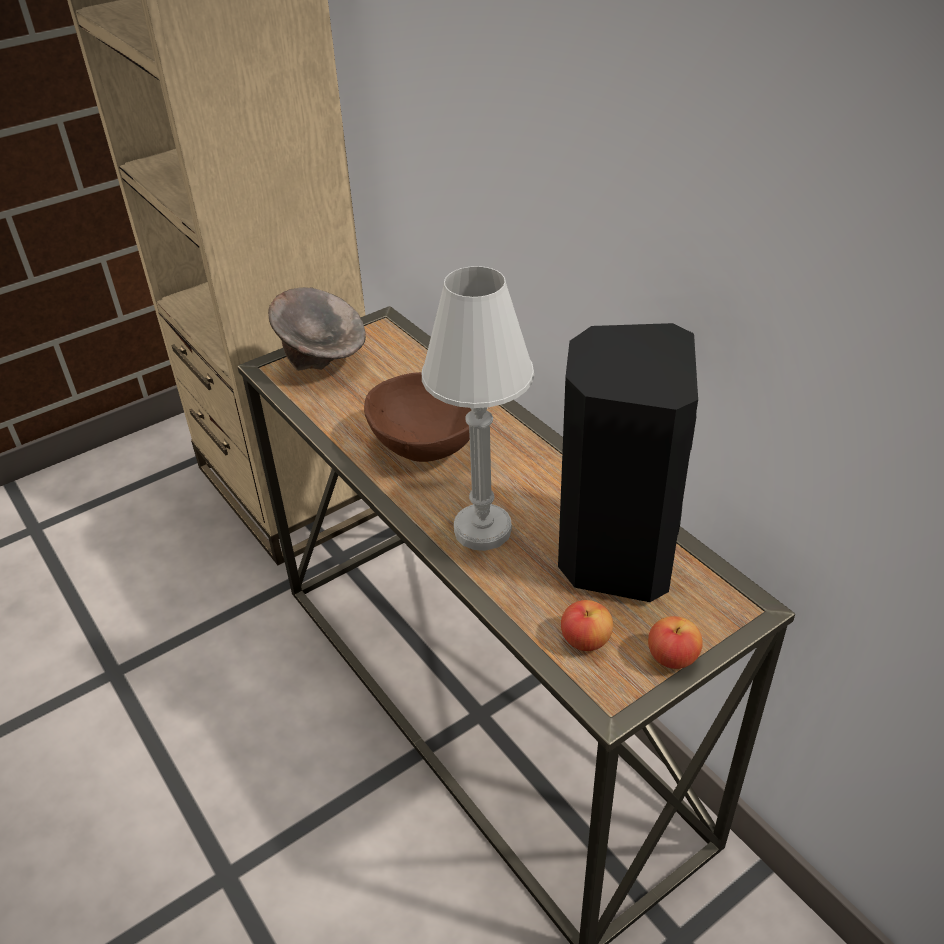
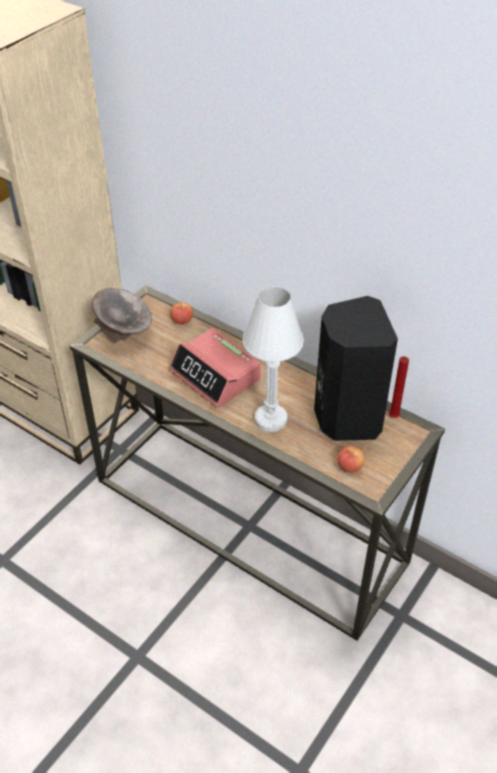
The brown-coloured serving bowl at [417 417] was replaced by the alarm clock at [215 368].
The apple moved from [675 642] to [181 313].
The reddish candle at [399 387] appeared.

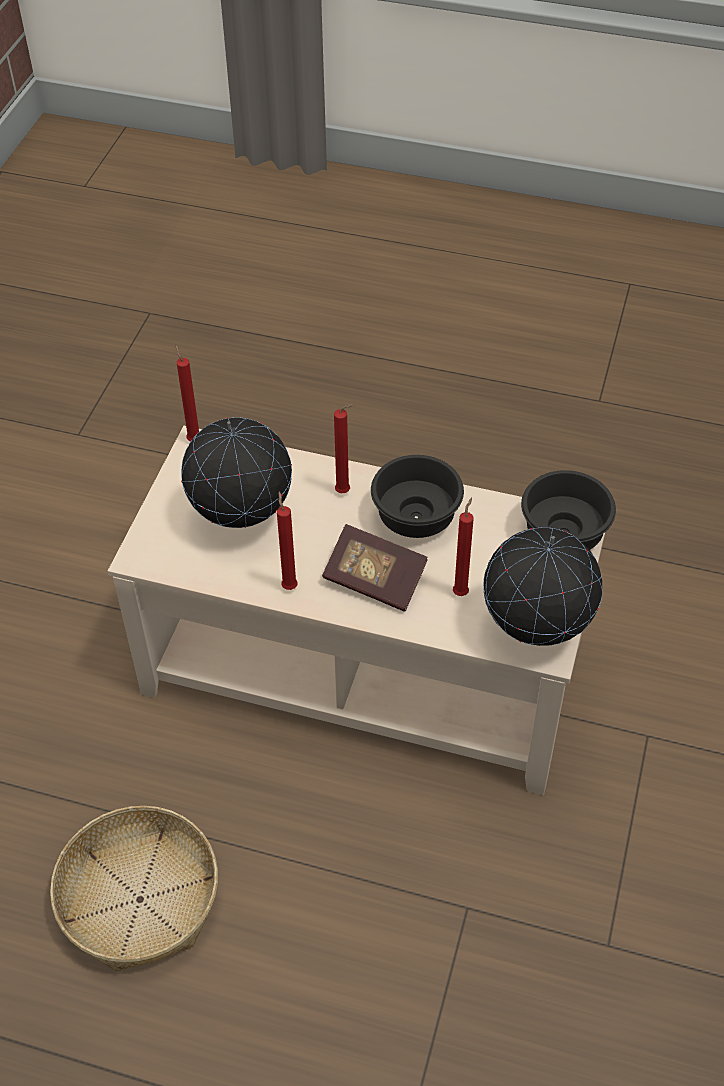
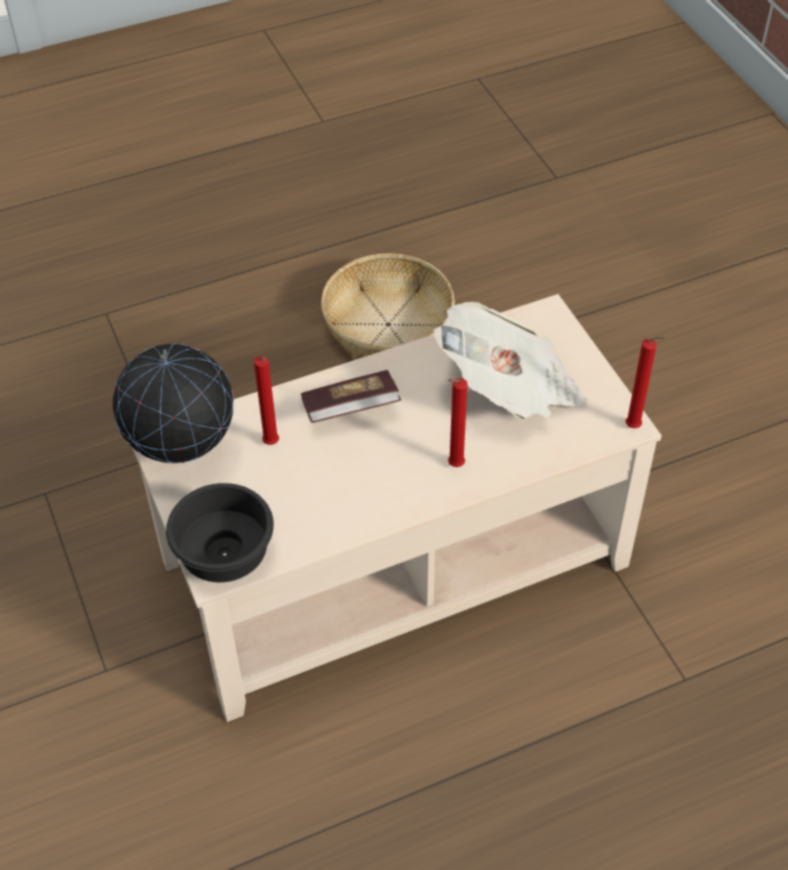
The world globe at [236 472] was replaced by the printed paper at [510 360].
The reddish candle at [287 540] disappeared.
The black serving bowl at [417 496] disappeared.

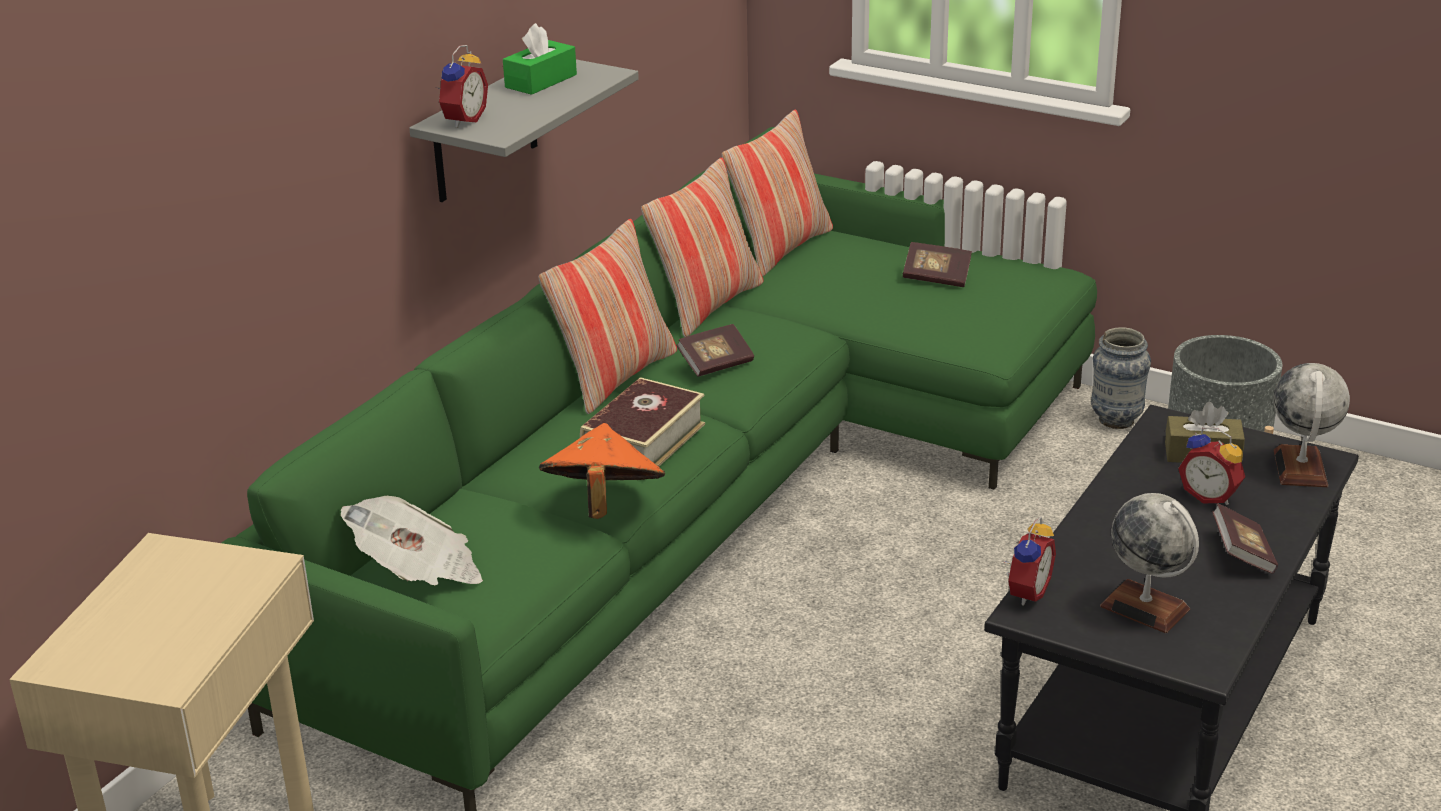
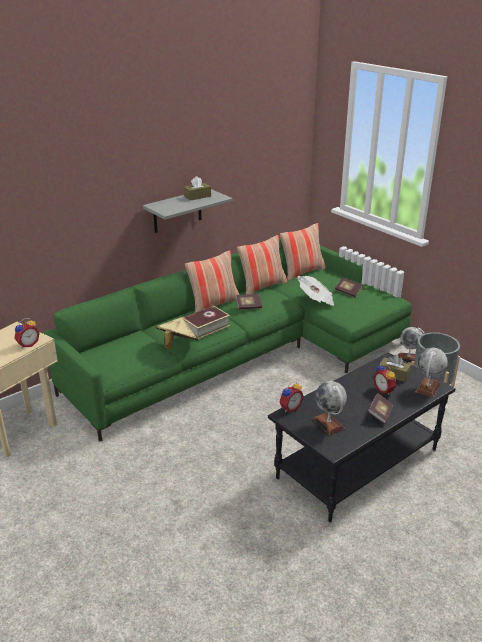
The printed paper moved from [412 541] to [315 291].
The alarm clock moved from [462 86] to [27 333].
The greenish tissue holder at [540 59] became the brown-coloured tissue holder at [197 188].
The orange clothing hat at [602 471] became the beige-coloured clothing hat at [177 333].
The vase at [1121 378] was replaced by the world globe at [411 345].

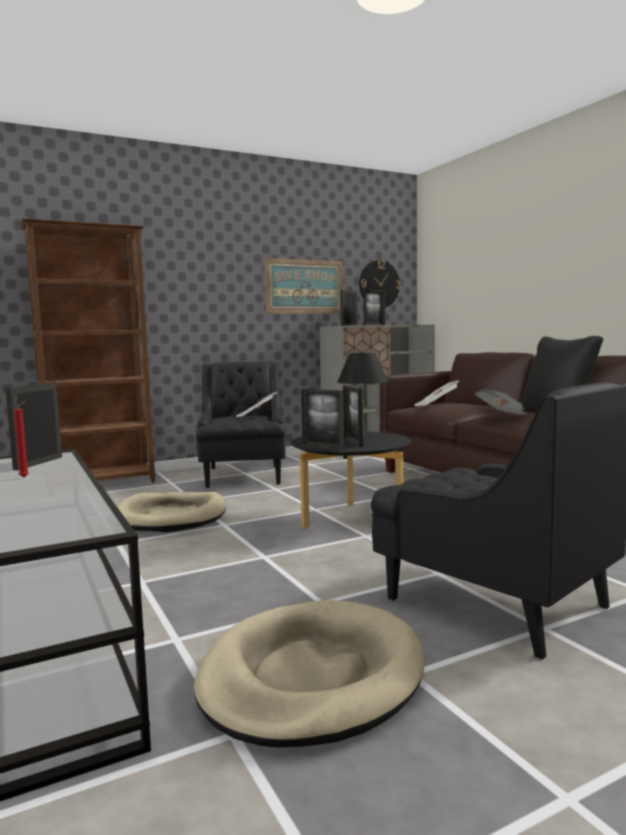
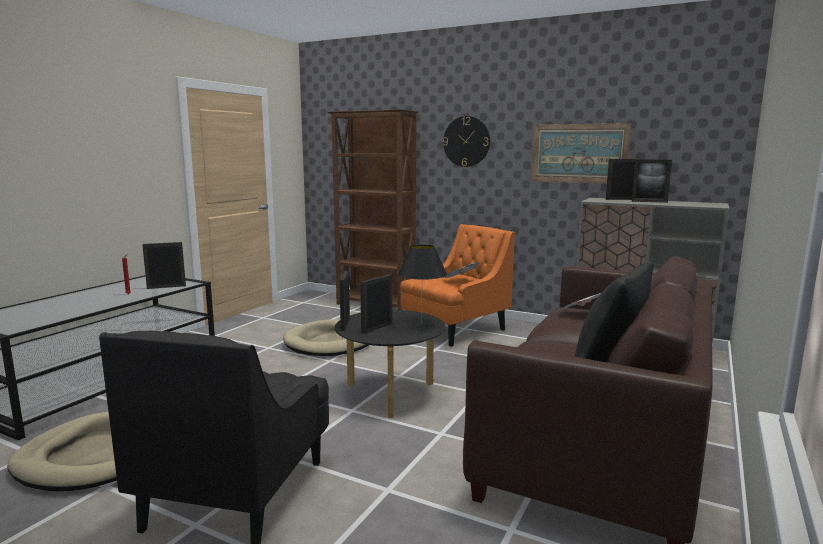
The black lounge chair at [241 424] became the orange lounge chair at [457 285].
The wall clock moved from [379 284] to [466 141].
The printed paper at [500 401] disappeared.

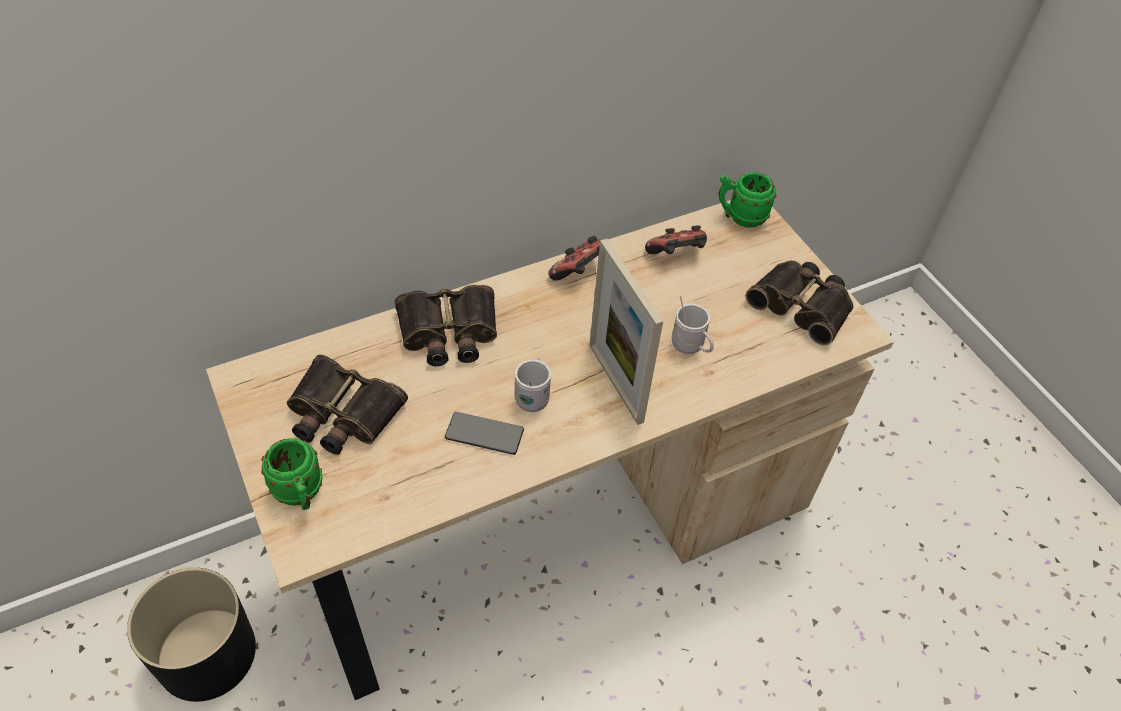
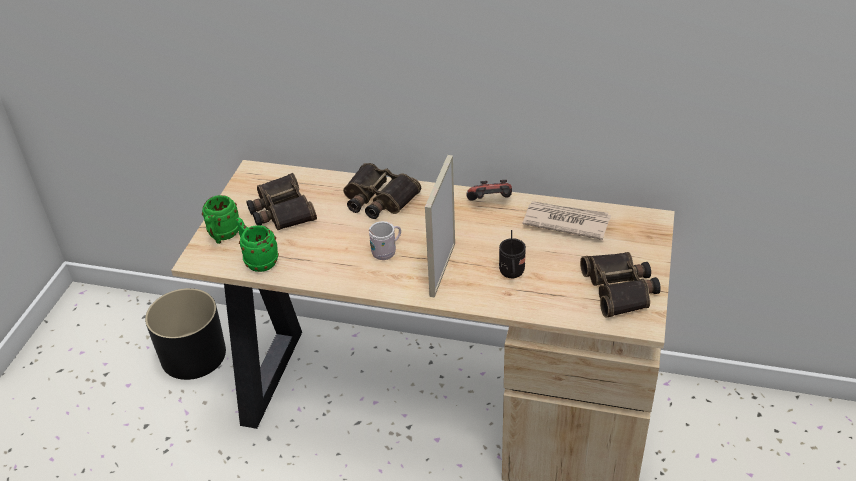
The handset at [484 433] disappeared.
The gamepad at [676 239] was replaced by the printed paper at [567 220].
The white mug at [693 325] became the black mug at [512 254].
The greenish mug moved from [747 200] to [257 245].

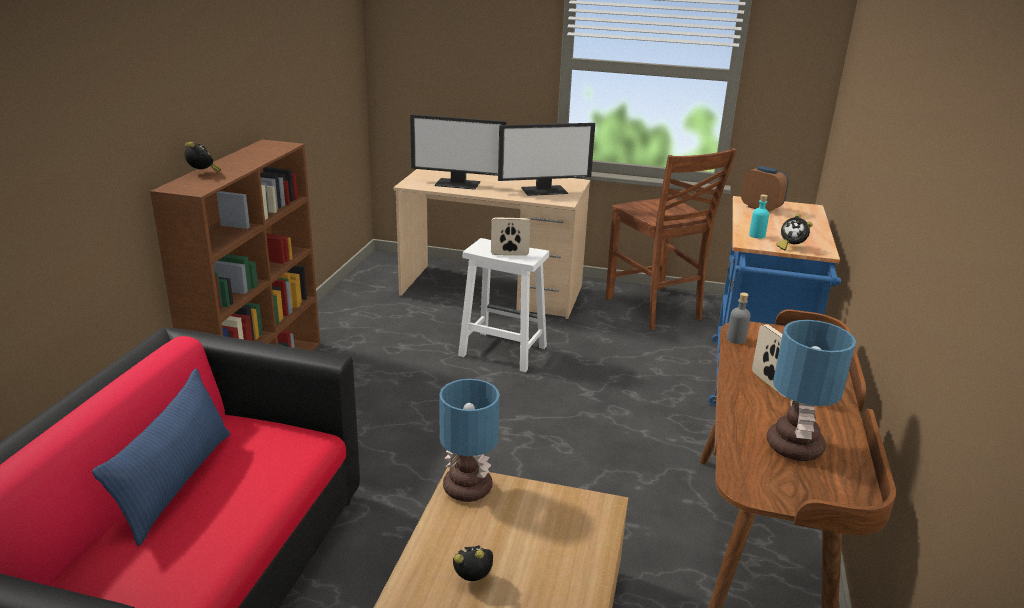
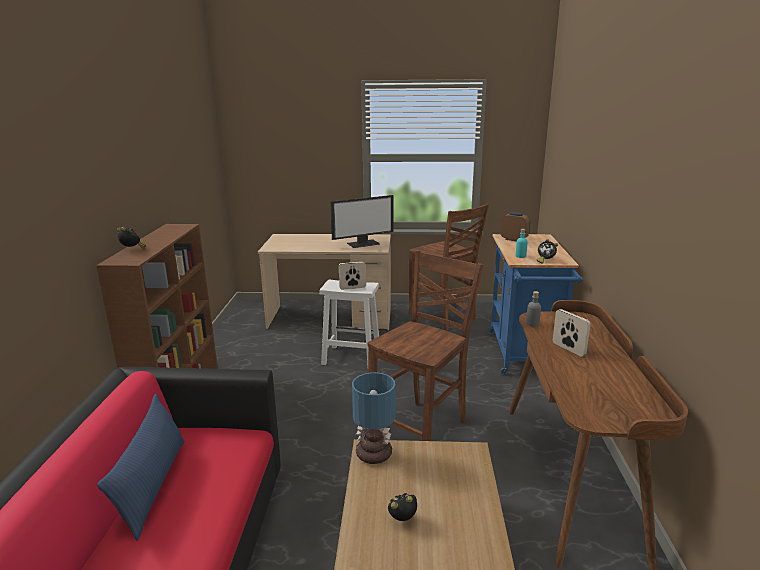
The computer display at [458 152] disappeared.
The tabletop lamp at [811 390] disappeared.
The brown-coloured plain chair at [425 345] appeared.

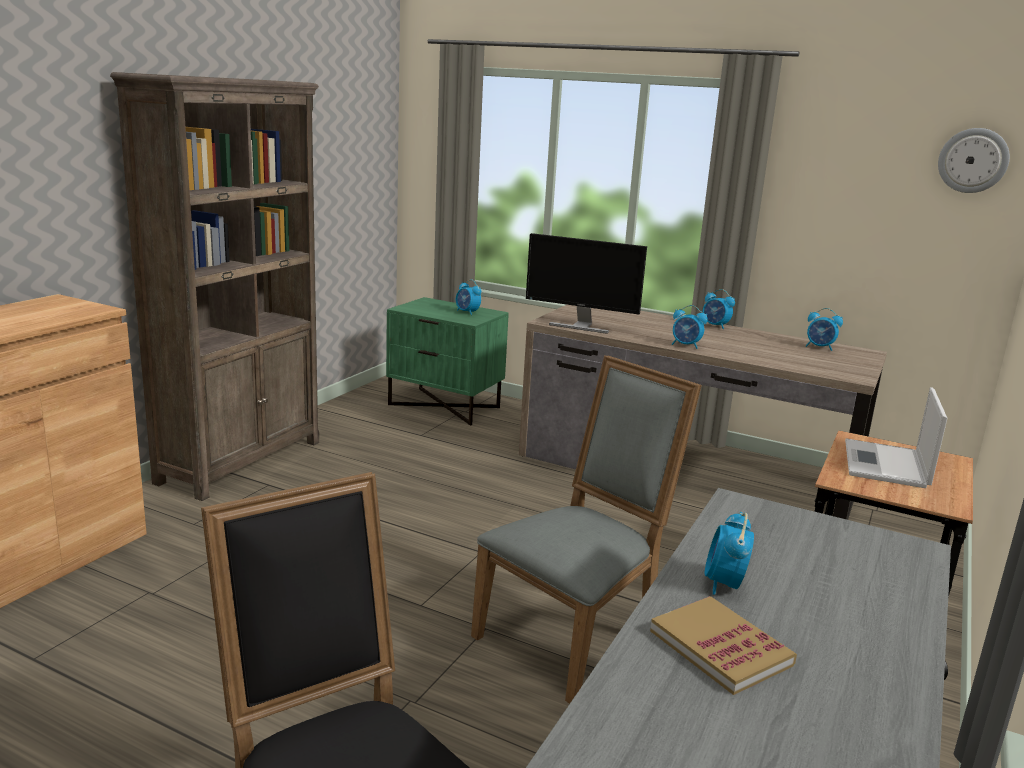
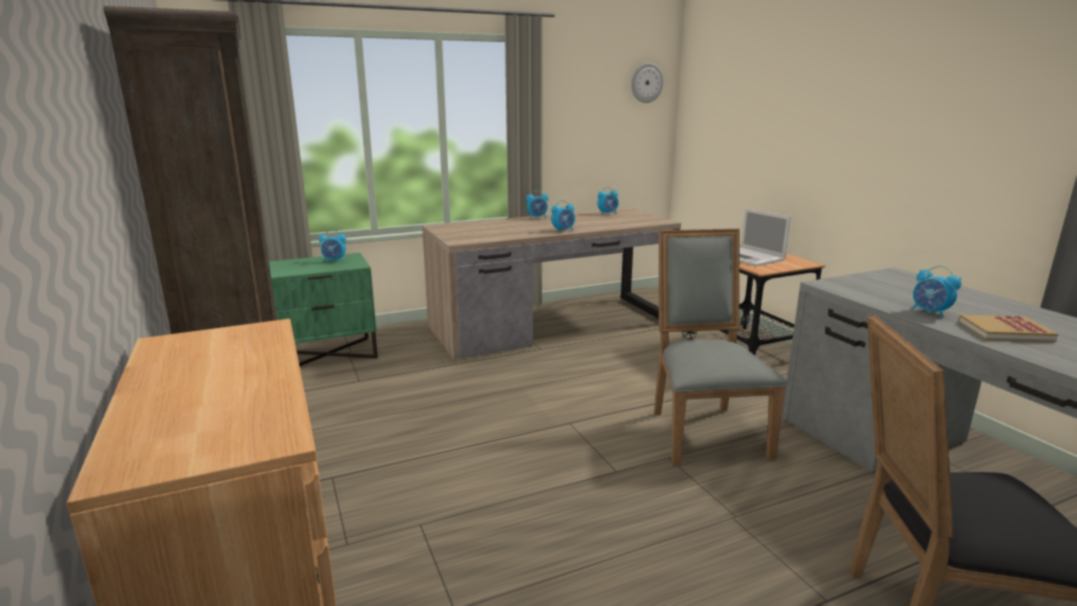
The computer display at [586 283] disappeared.

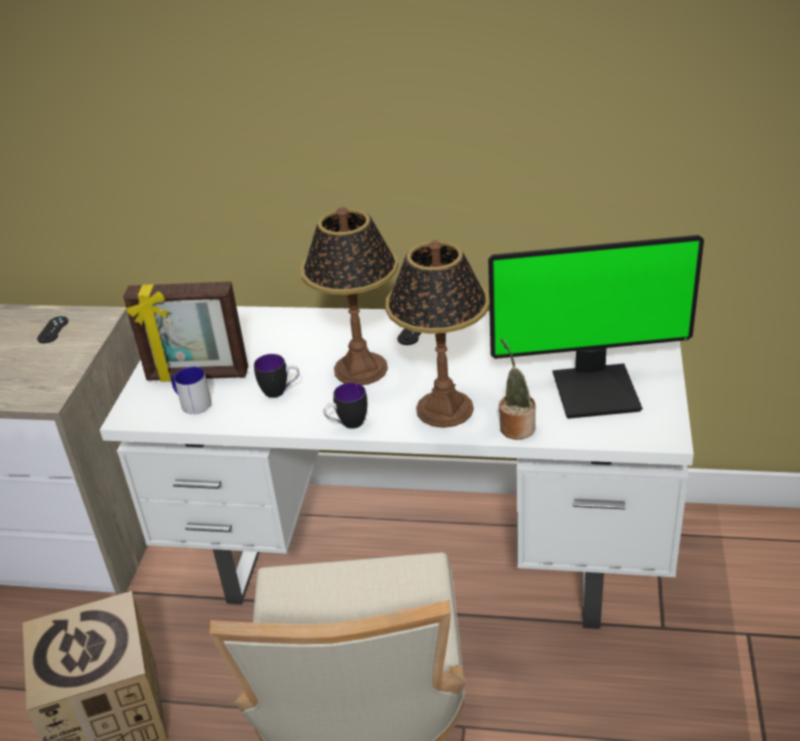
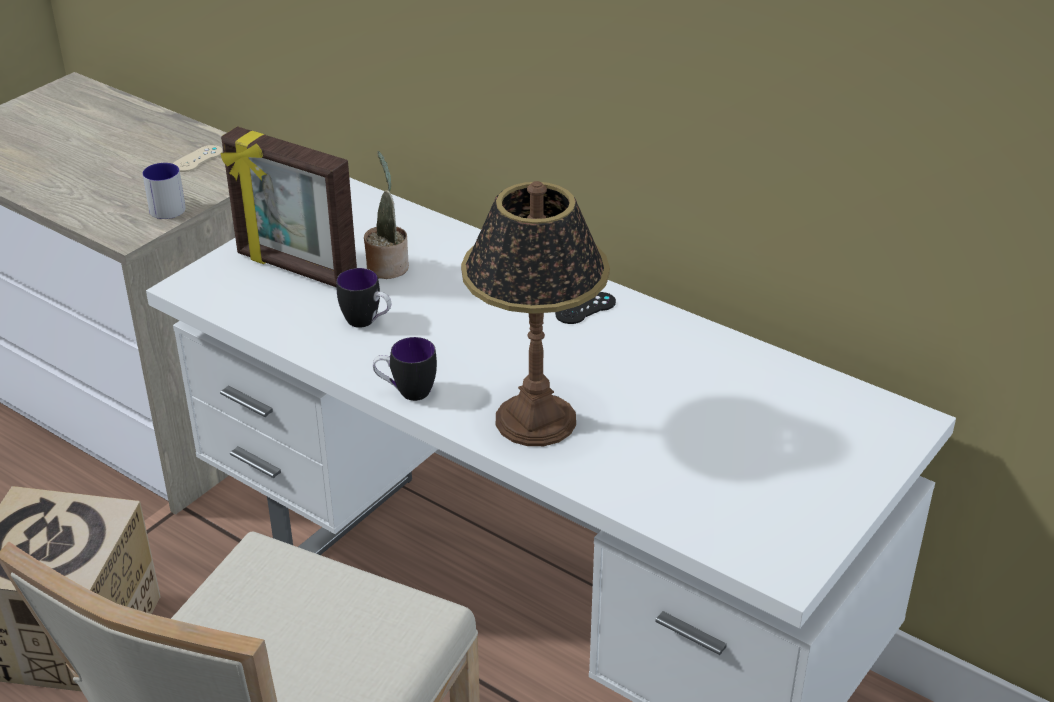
The black gamepad at [52 329] became the beige-coloured gamepad at [198 158].
The mug moved from [191 390] to [164 191].
The tabletop lamp at [349 296] disappeared.
The computer display at [596 327] disappeared.
The potted plant moved from [517 389] to [386 215].

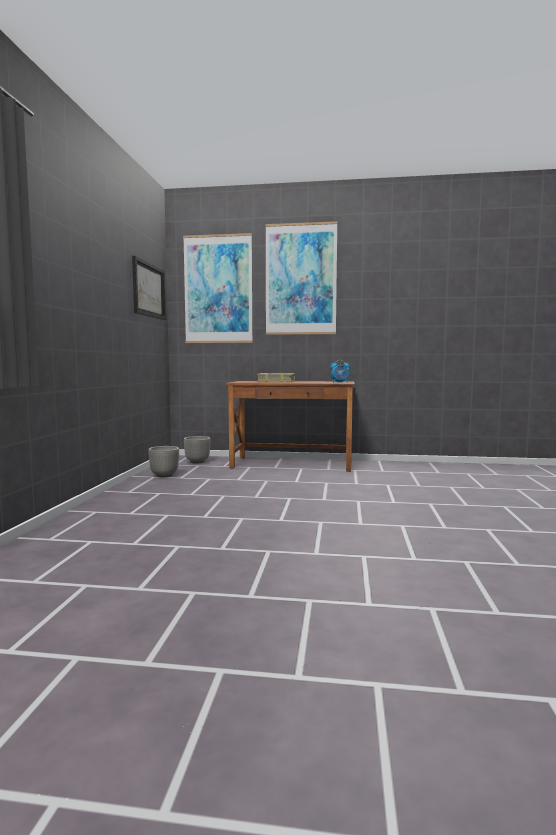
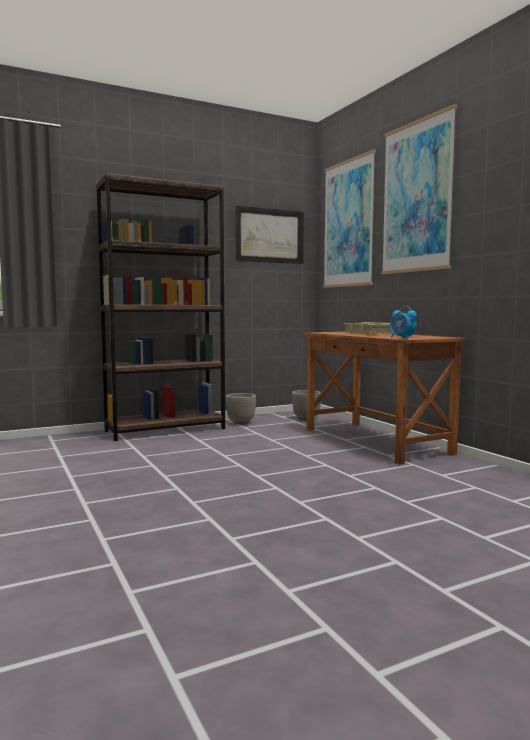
The brown-coloured bookcase at [160 307] appeared.

